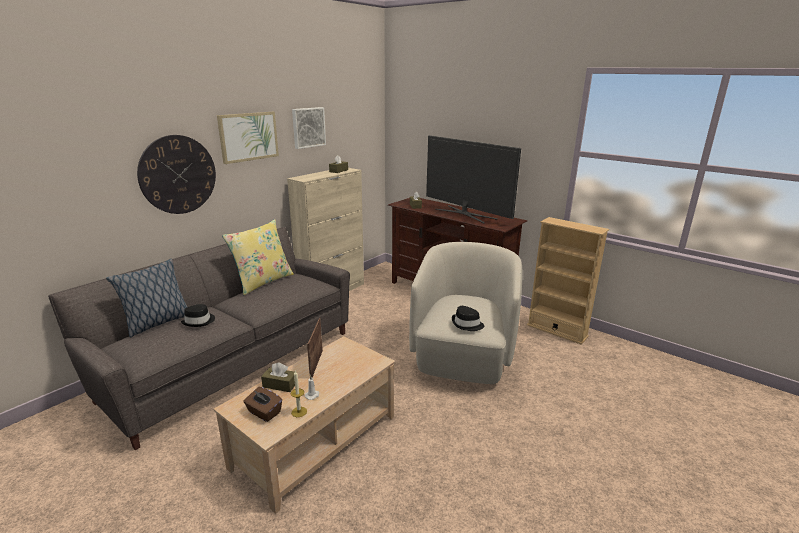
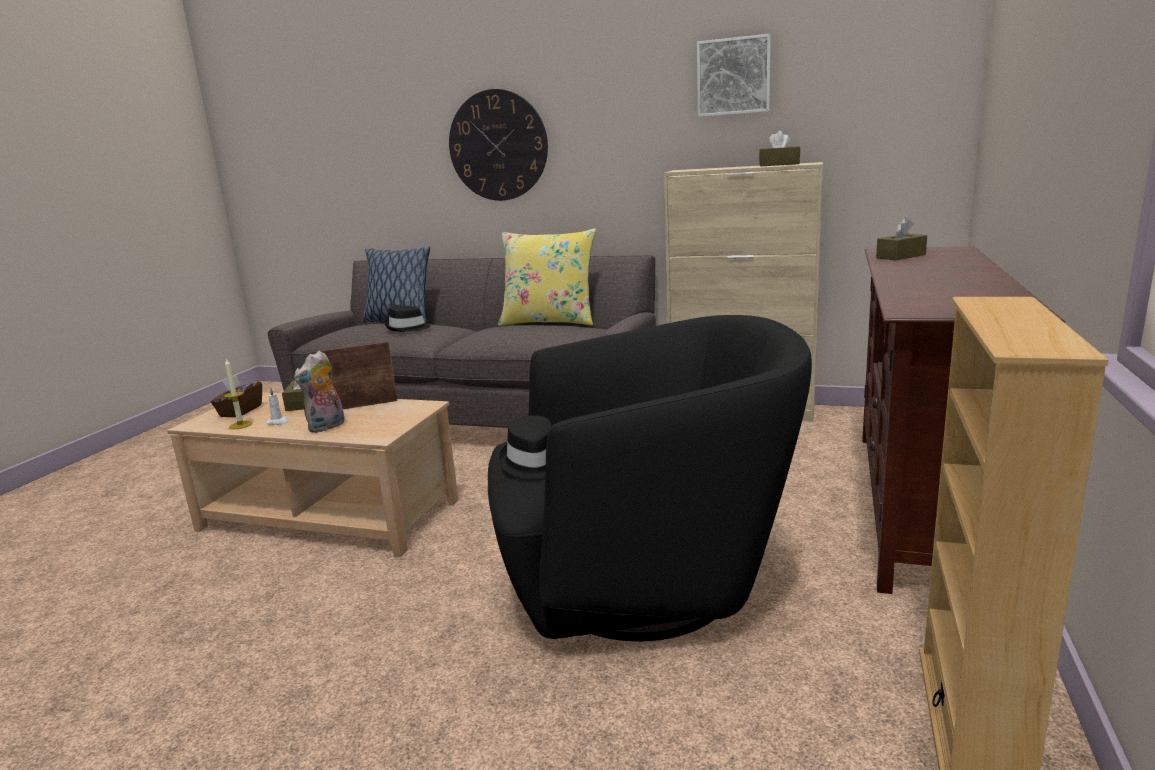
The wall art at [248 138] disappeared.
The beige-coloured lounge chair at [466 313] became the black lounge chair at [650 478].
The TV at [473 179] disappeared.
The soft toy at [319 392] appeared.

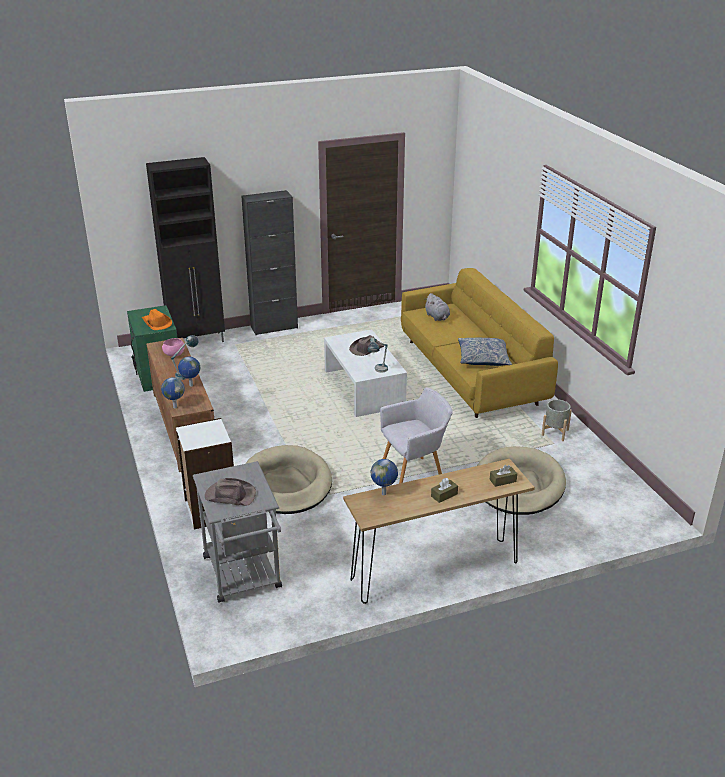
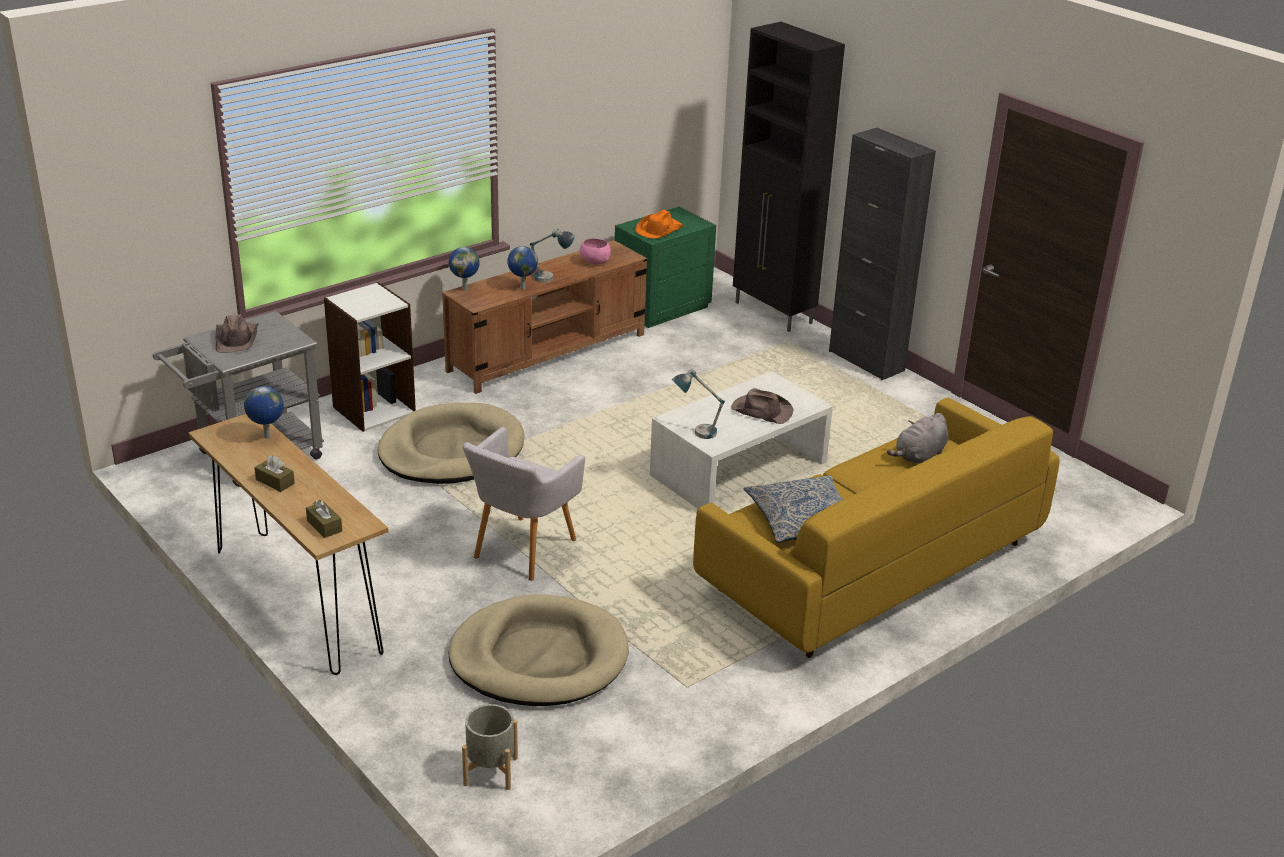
The grey lounge chair at [416 435] turned 75 degrees clockwise.
The grey plant pot moved from [557 420] to [490 747].

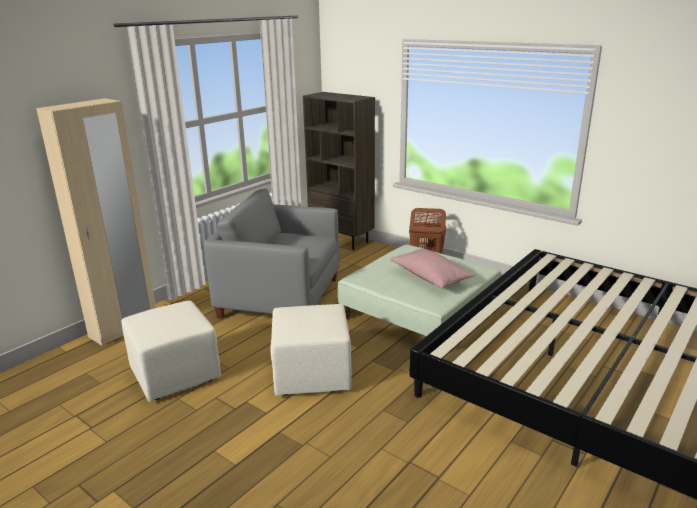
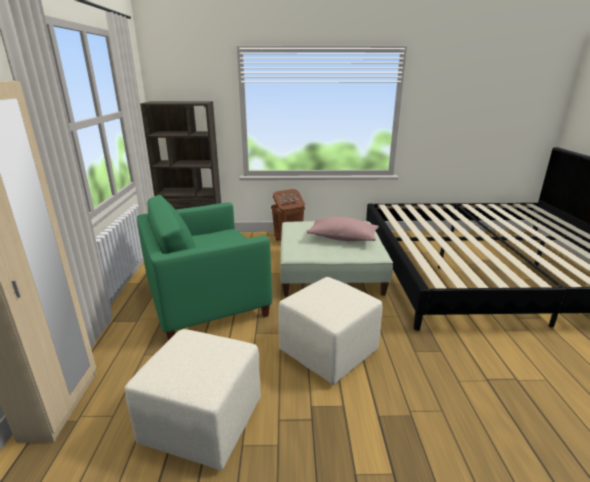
The grey lounge chair at [272 253] became the greenish lounge chair at [204 267].

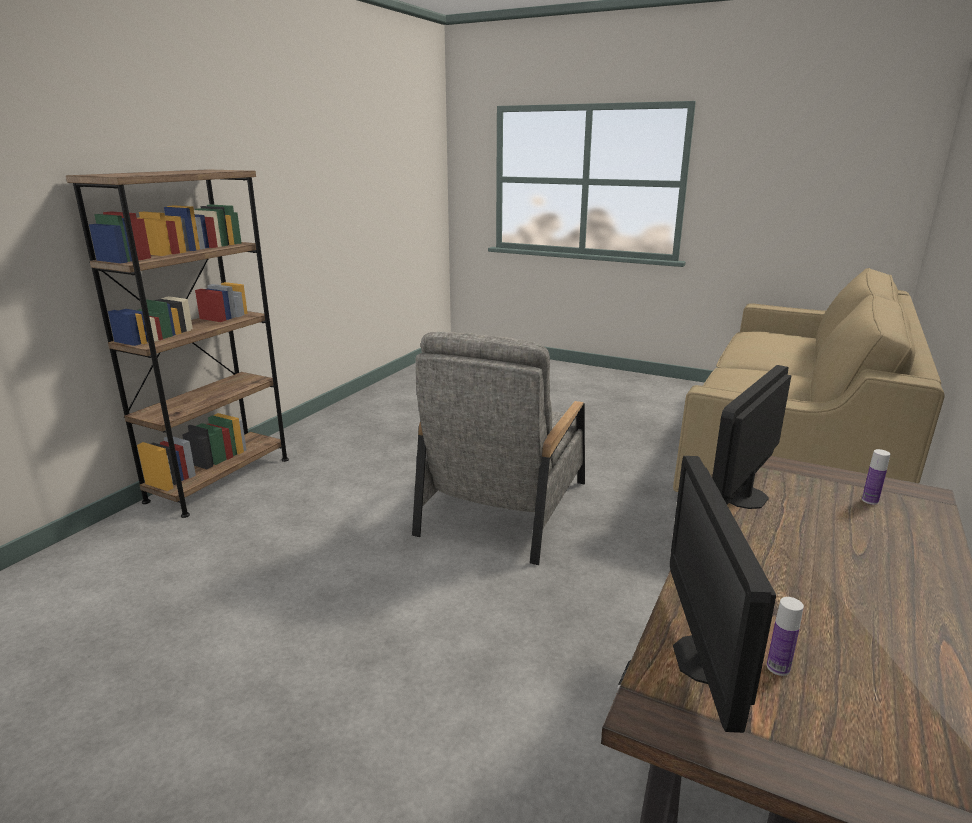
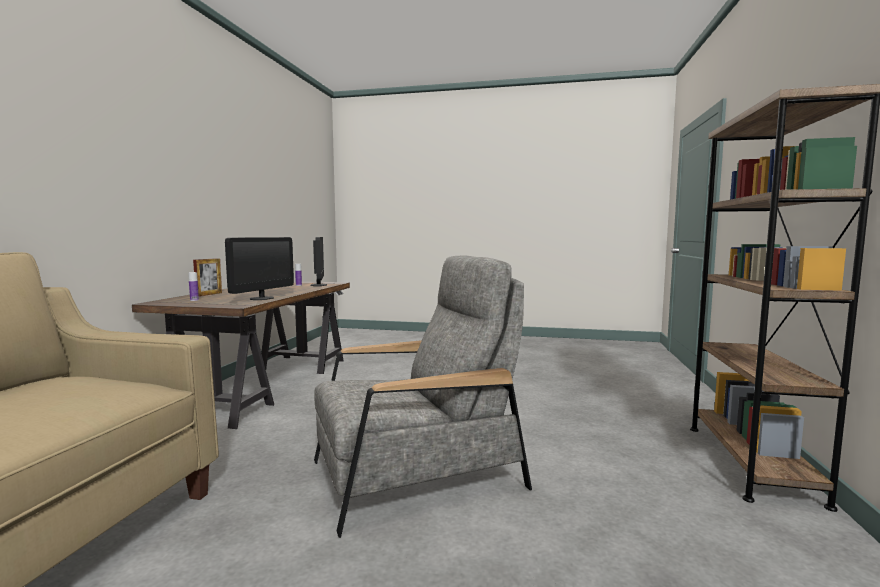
The grey lounge chair at [498 448] turned 60 degrees clockwise.
The standing frame at [207 277] appeared.

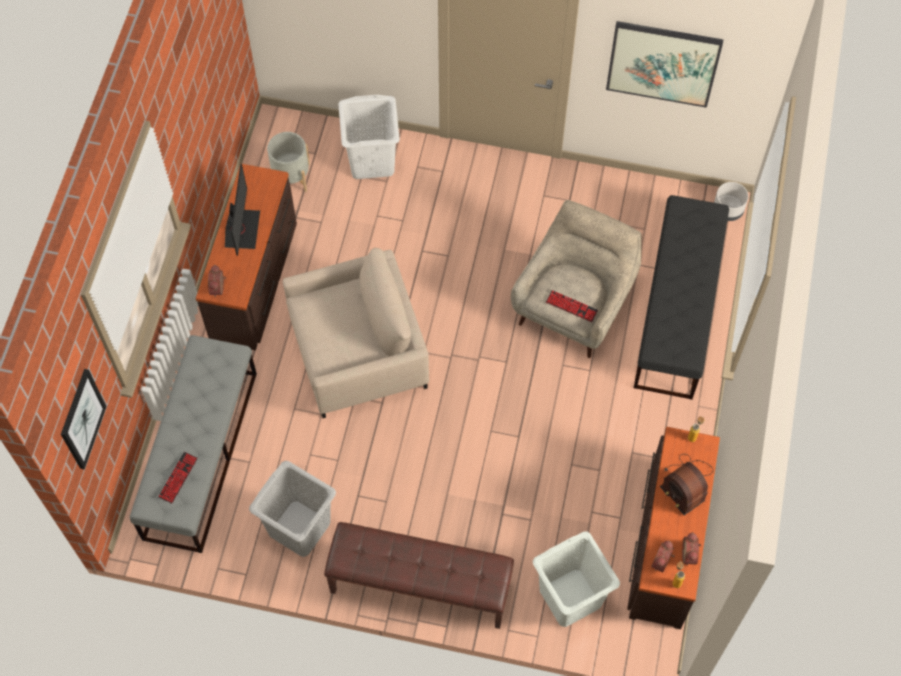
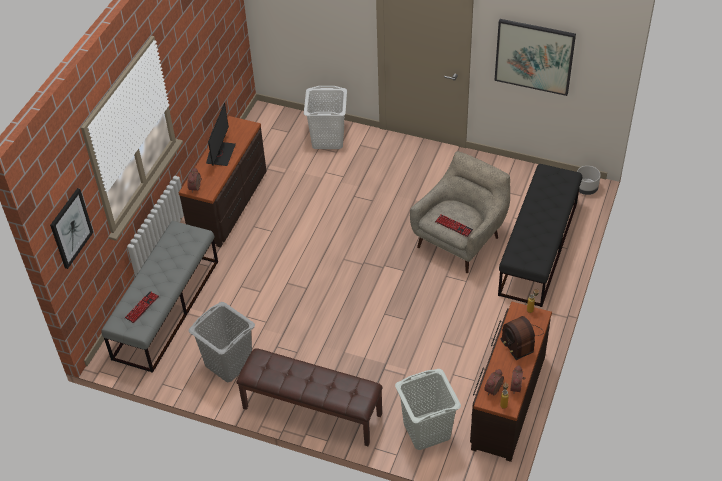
The grey plant pot at [288 162] disappeared.
The beige-coloured lounge chair at [356 333] disappeared.

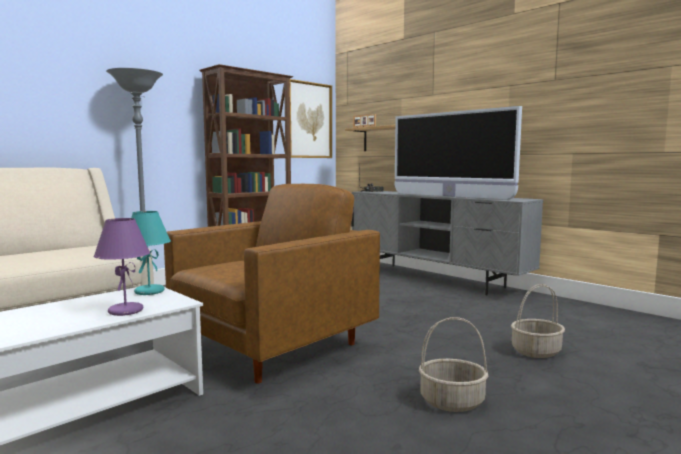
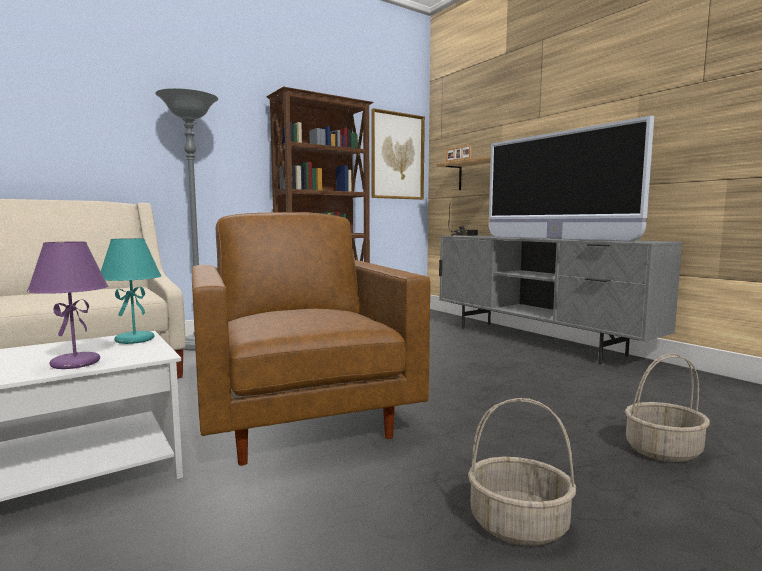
The brown-coloured lounge chair at [272 284] turned 75 degrees counterclockwise.

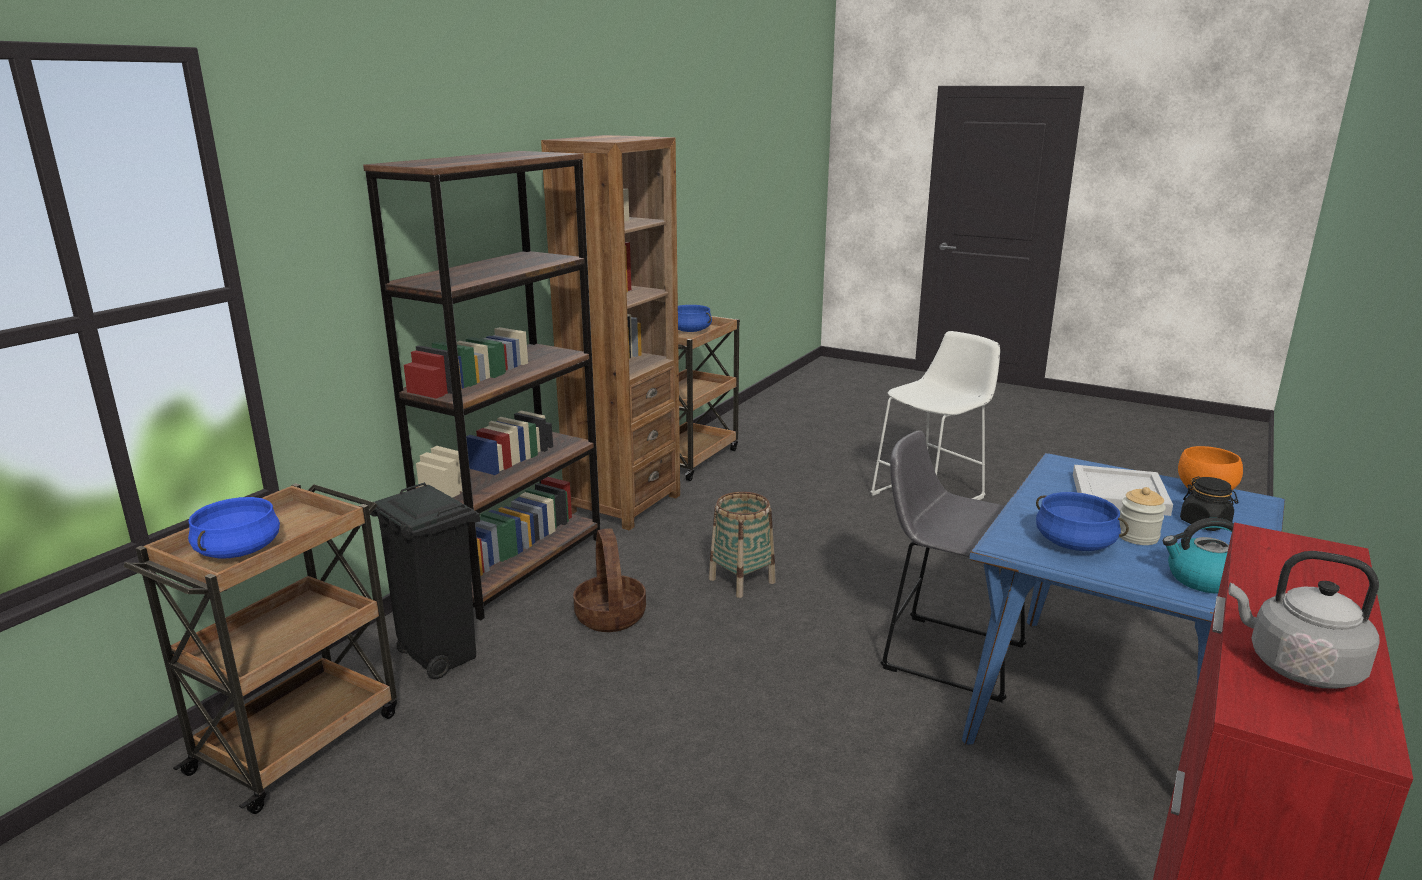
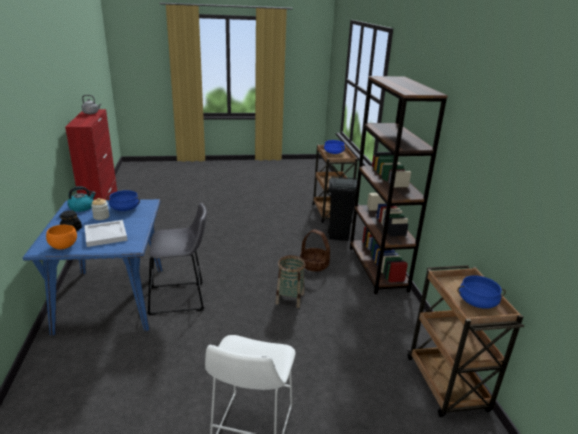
The brown-coloured bookcase at [610 333] disappeared.

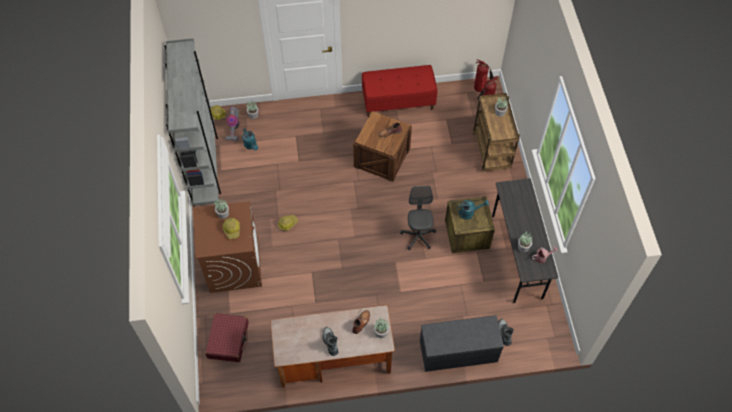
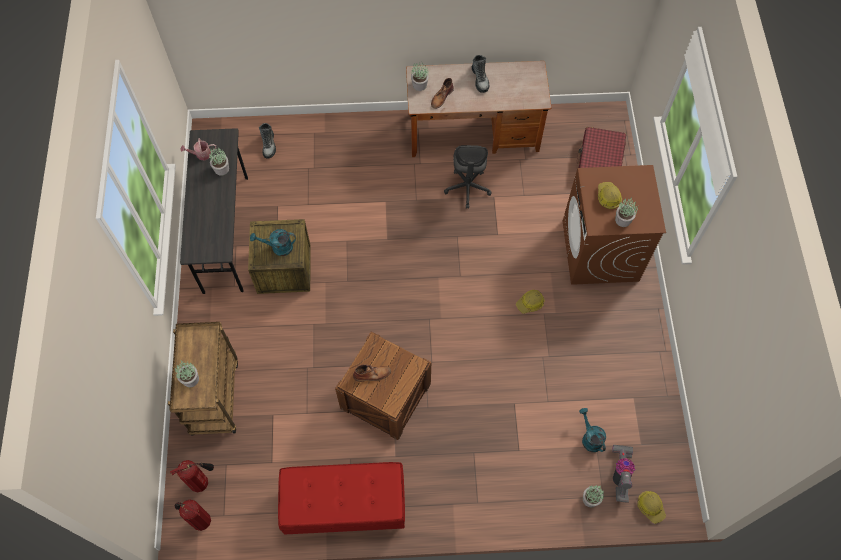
The grey bookcase at [192 122] disappeared.
The grey office chair moved from [418 218] to [468 177].
The grey indoor bench at [462 343] disappeared.

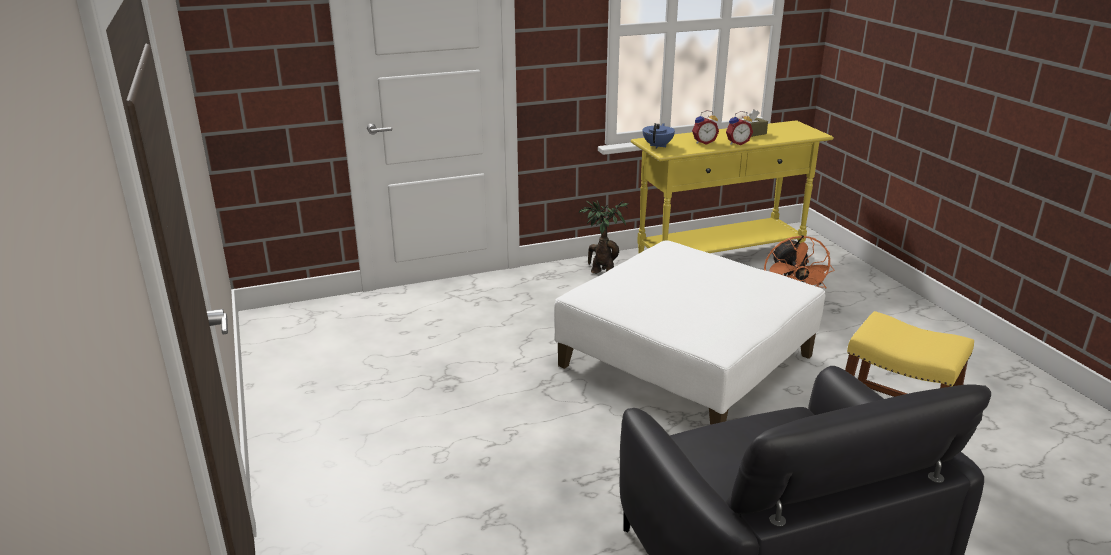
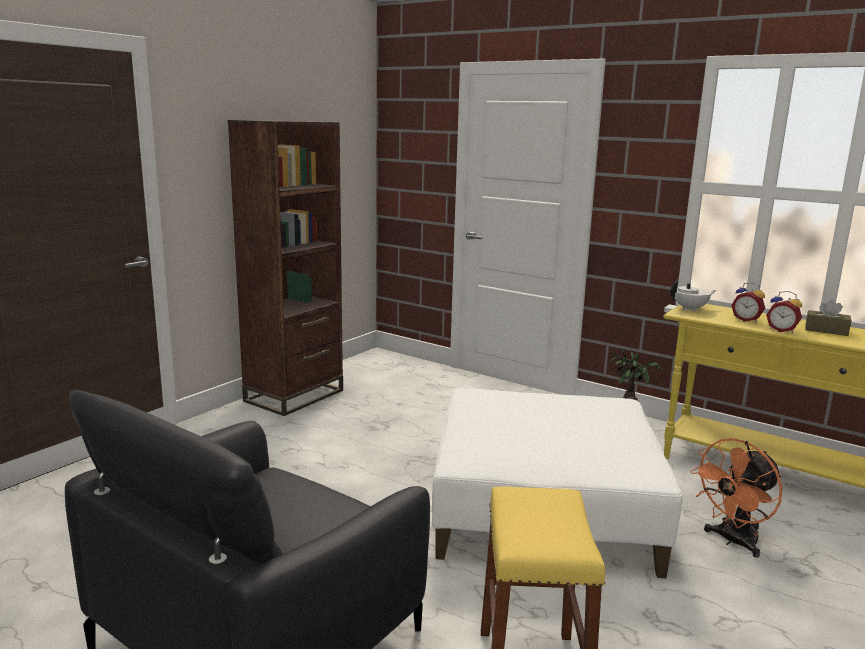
The blue pot for tea at [658 136] became the white pot for tea at [693 295].
The brown-coloured bookcase at [285 268] appeared.

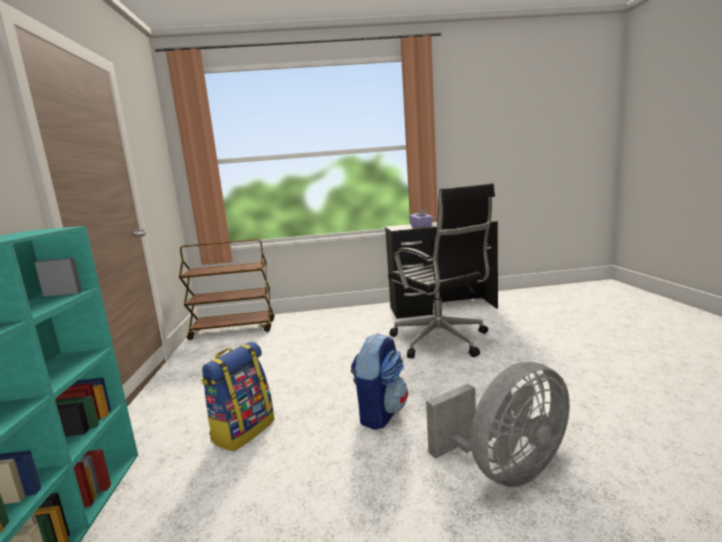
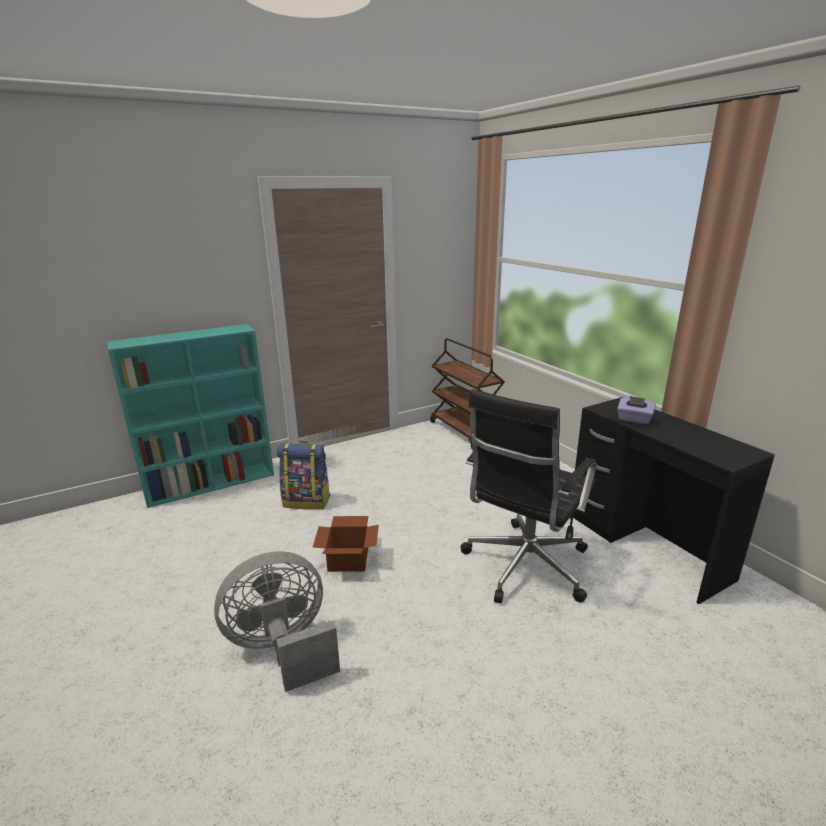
The rucksack at [379 381] was replaced by the carton at [346 544].
The grey fan at [498 425] turned 120 degrees clockwise.

